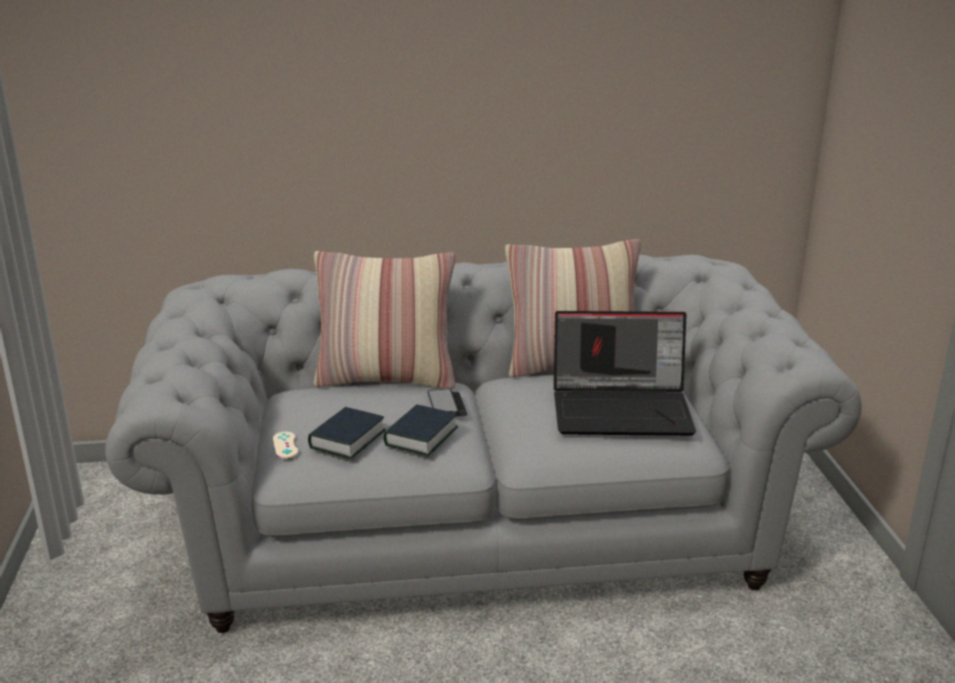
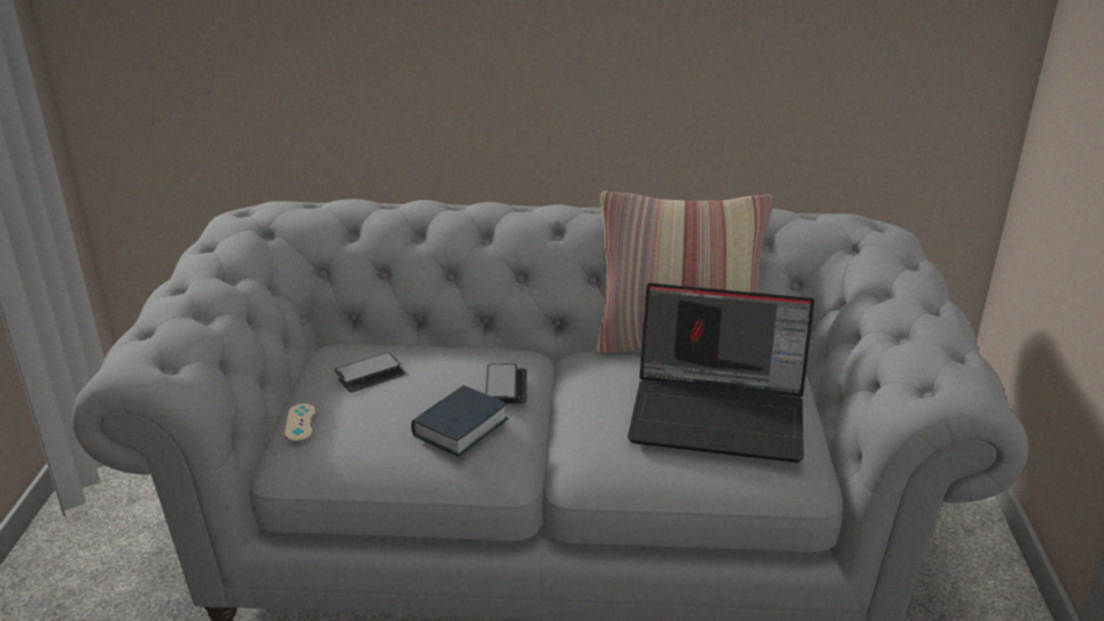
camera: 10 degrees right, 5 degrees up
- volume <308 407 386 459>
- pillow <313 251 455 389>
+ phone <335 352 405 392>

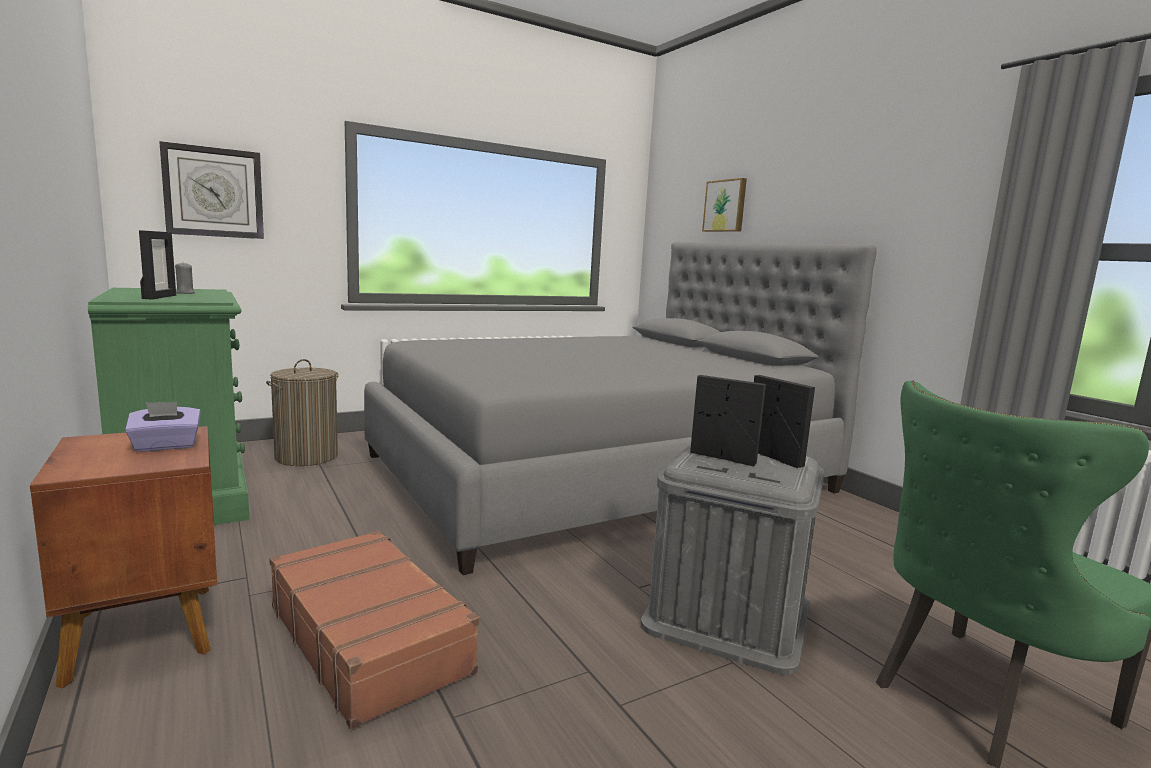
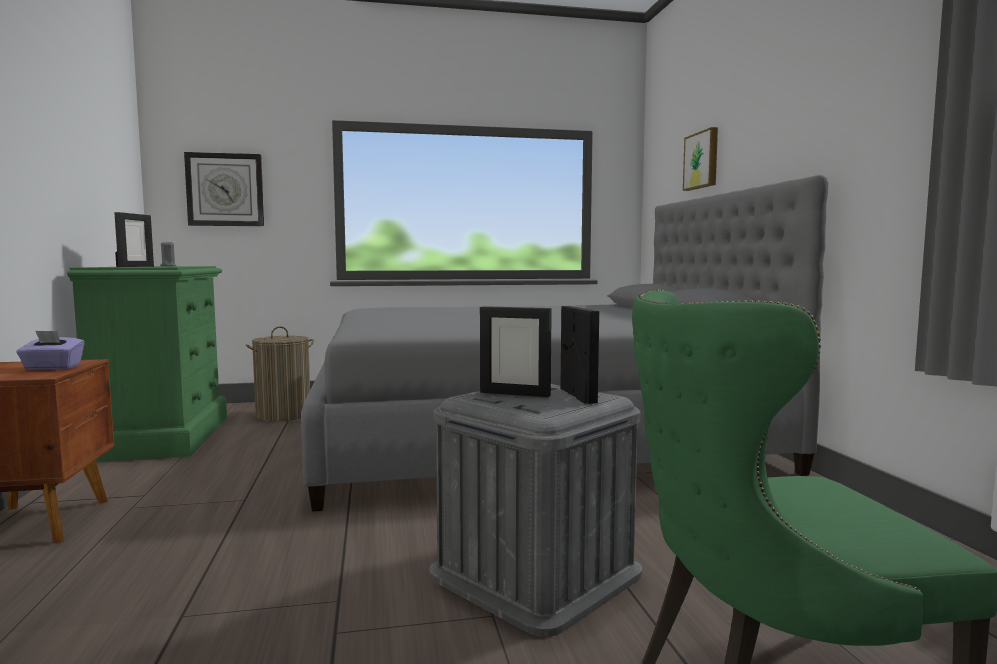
camera: 20 degrees right, 5 degrees down
- brown-coloured piece of luggage <269 530 479 729>
~ picture frame <690 375 766 466> = <480 306 552 397> 150 degrees clockwise

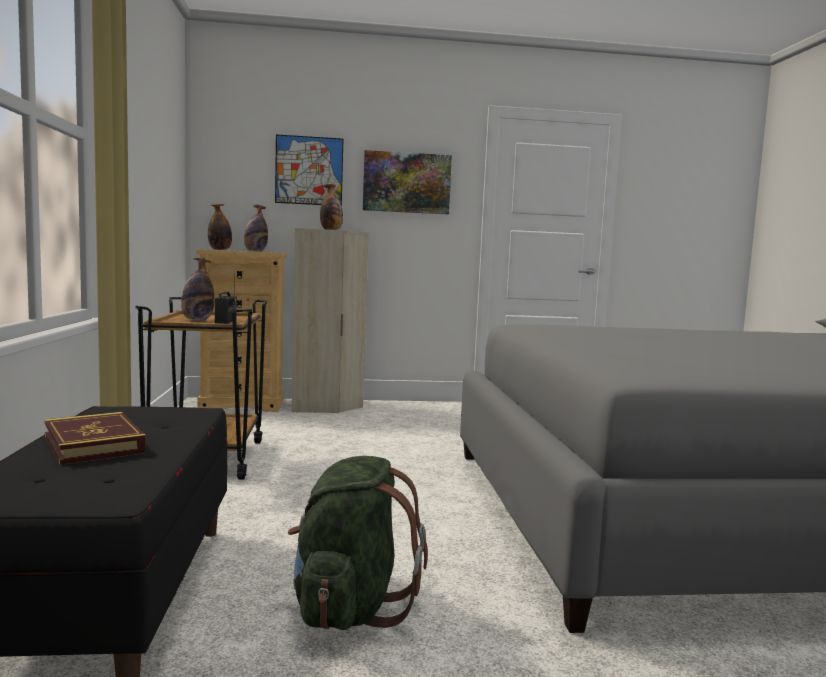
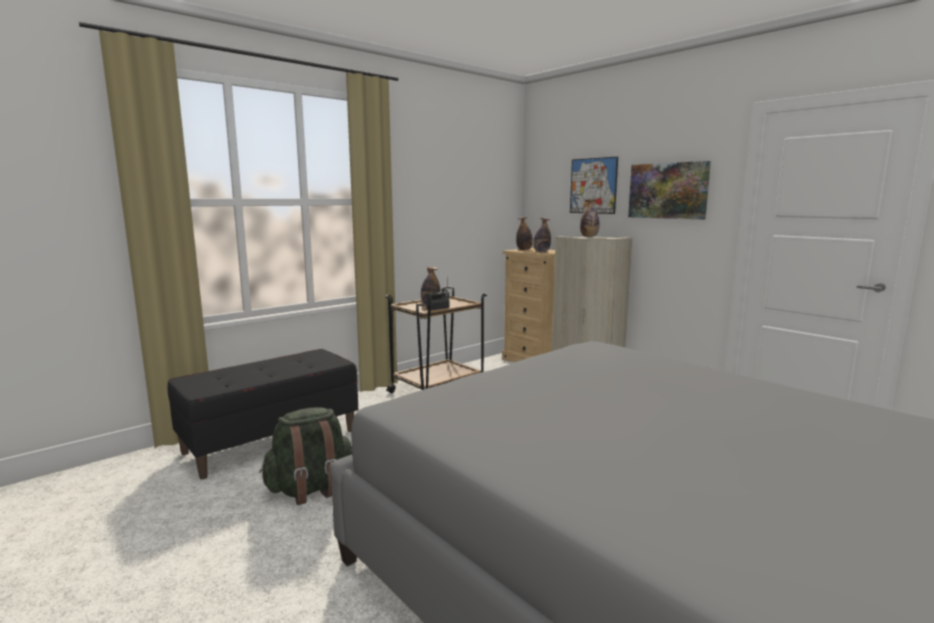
camera: 55 degrees right, 5 degrees up
- volume <44 412 146 465>

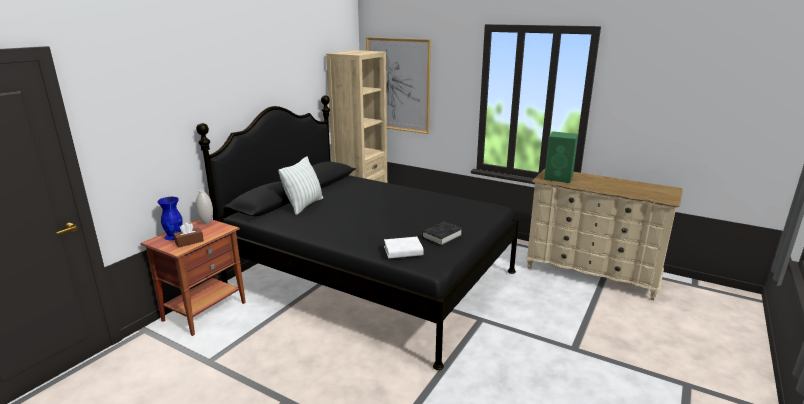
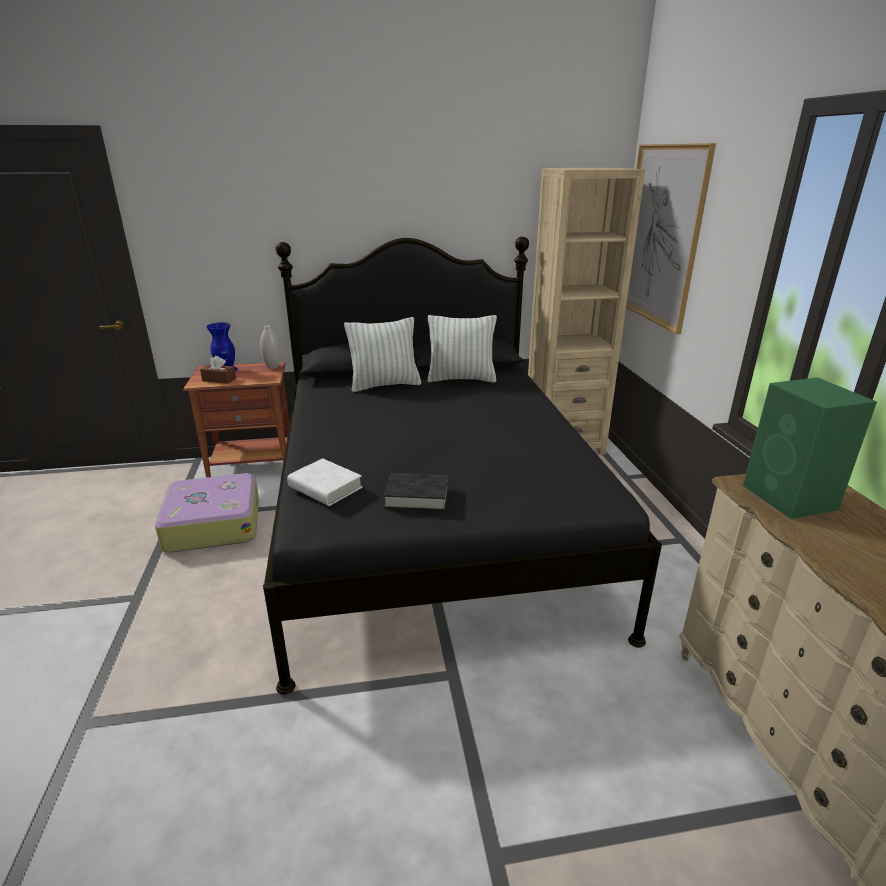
camera: 50 degrees right, 5 degrees up
+ piece of luggage <155 473 259 552>
+ pillow <427 315 497 383>

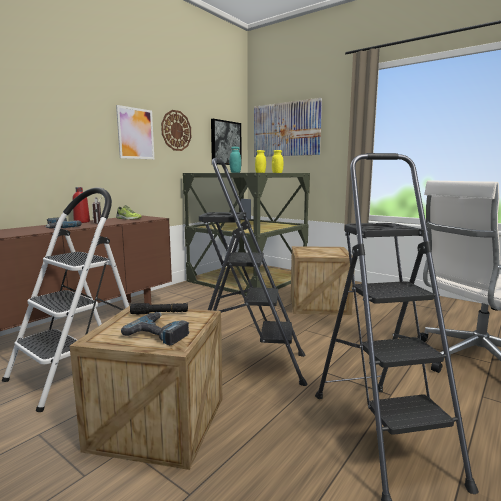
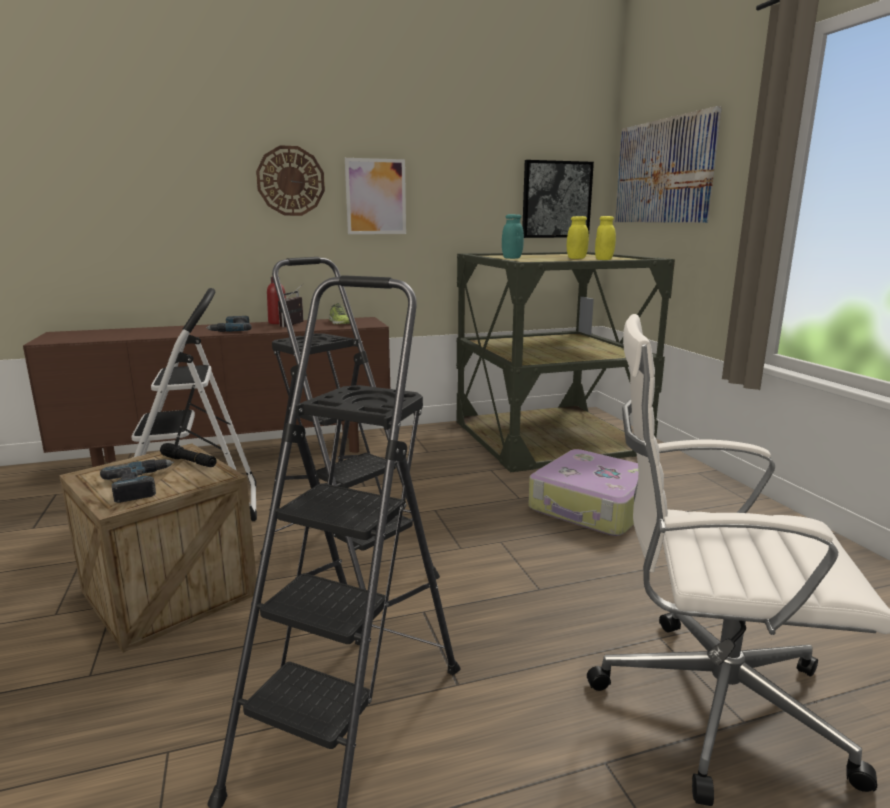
camera: 35 degrees right, 5 degrees up
~ clock on the wall <161 110 191 151> to <256 145 325 216>
~ crate <291 246 355 315> to piece of luggage <528 449 638 536>

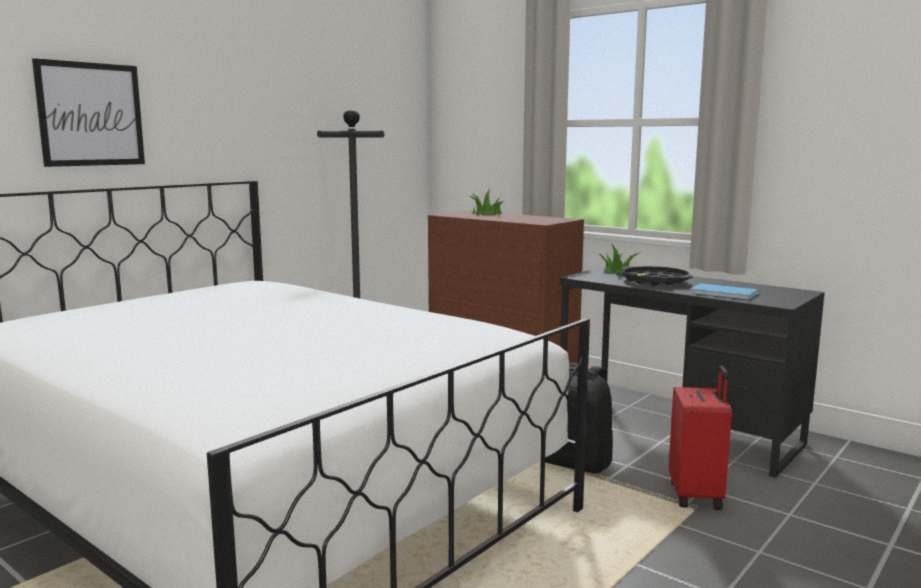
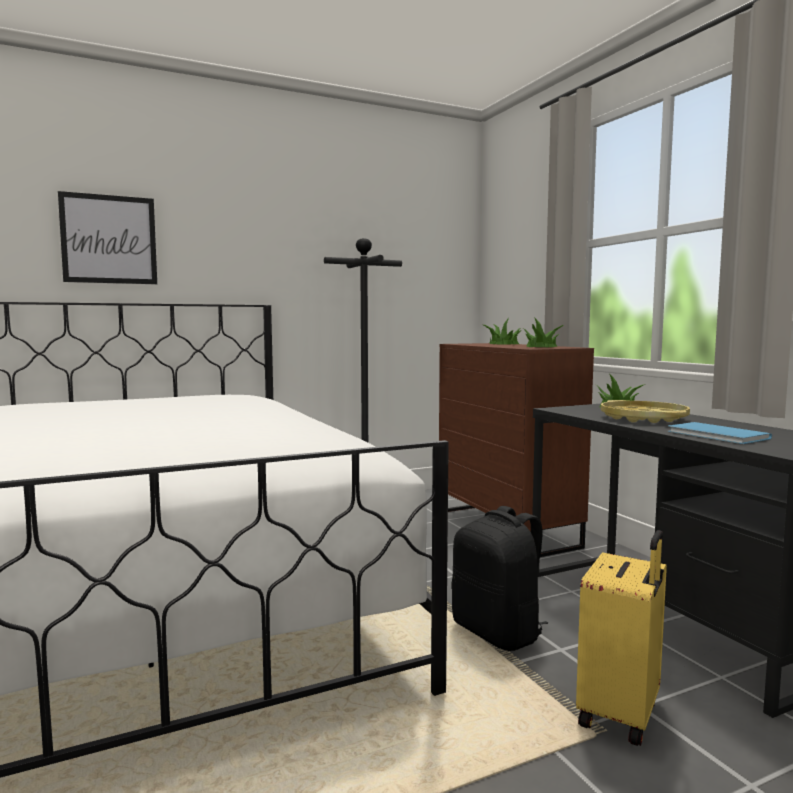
camera: 25 degrees right, 5 degrees down
~ black carrying tray <621 266 693 286> to yellowish carrying tray <601 400 690 423>
~ red piece of luggage <669 366 732 510> to yellowish piece of luggage <576 530 667 746>
+ houseplant <524 317 563 347>

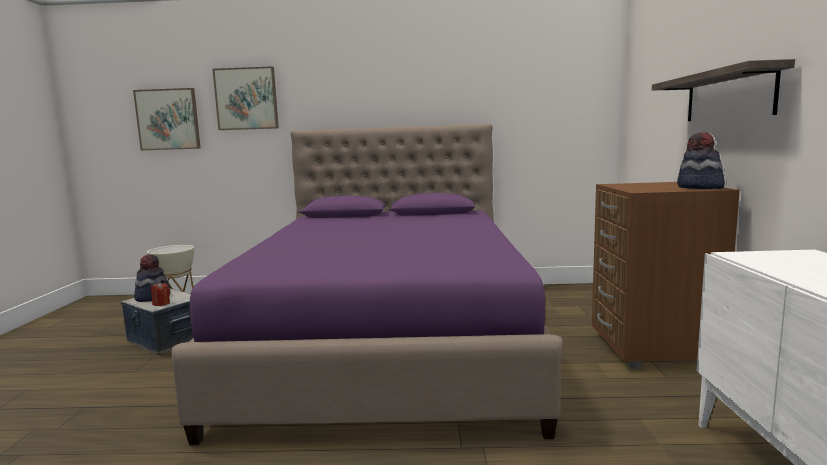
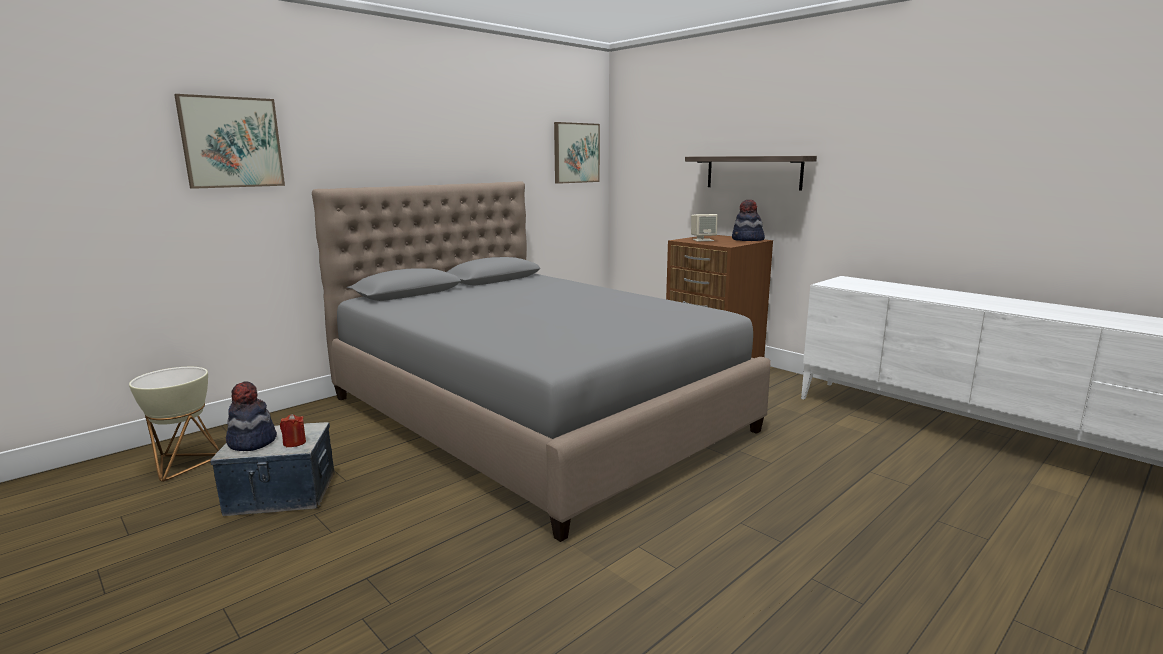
camera: 45 degrees left, 5 degrees up
~ wall art <133 88 201 151> to <554 122 600 184>
~ purple-coloured bed <171 124 563 445> to gray bed <312 181 771 542>
+ beige-coloured speaker <691 214 717 241>

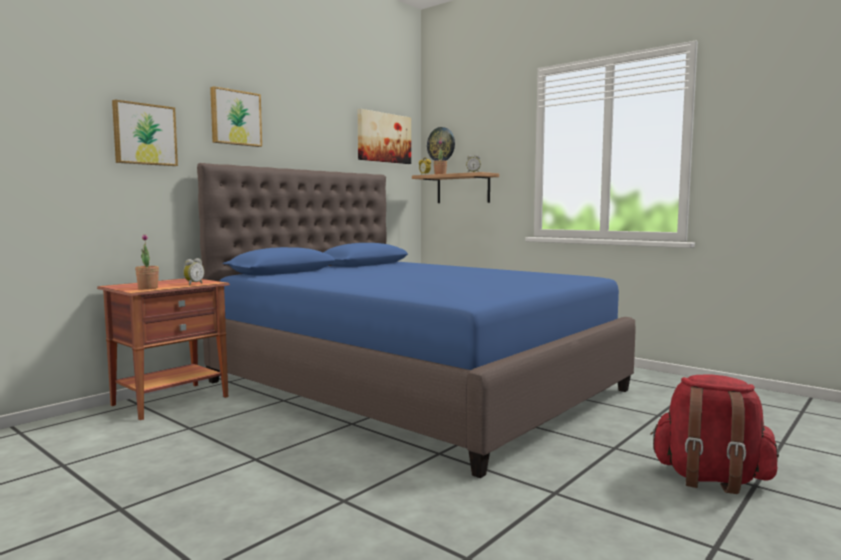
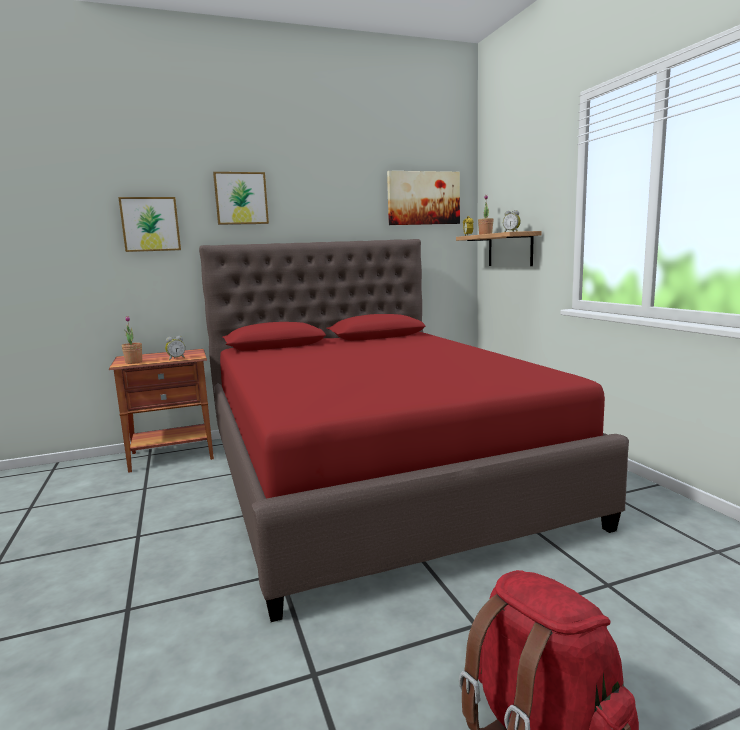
camera: 30 degrees right, 5 degrees up
~ blue bed <197 163 635 478> to red bed <199 239 629 622>
- clock on the wall <427 127 455 161>

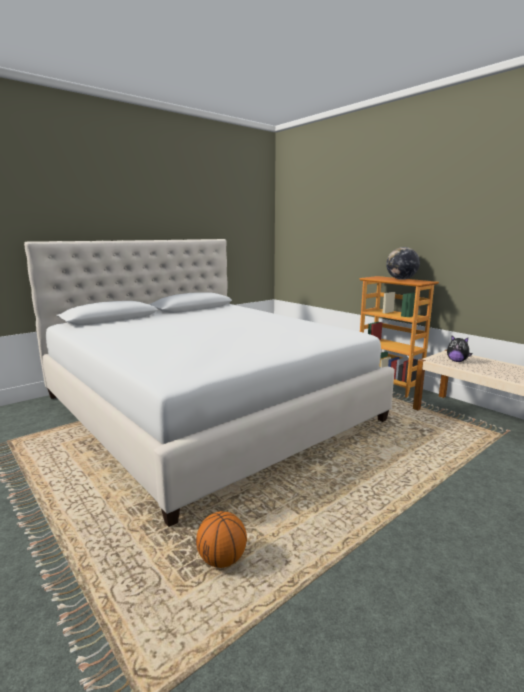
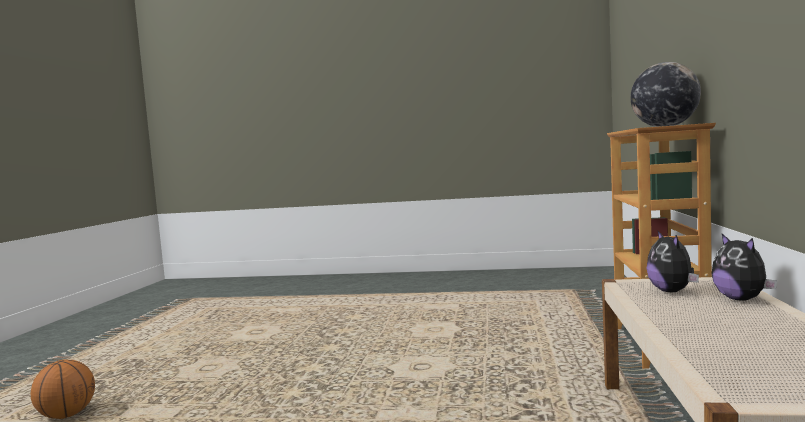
camera: 50 degrees right, 10 degrees down
- white bed <24 239 395 527>
+ soft toy <712 234 777 301>

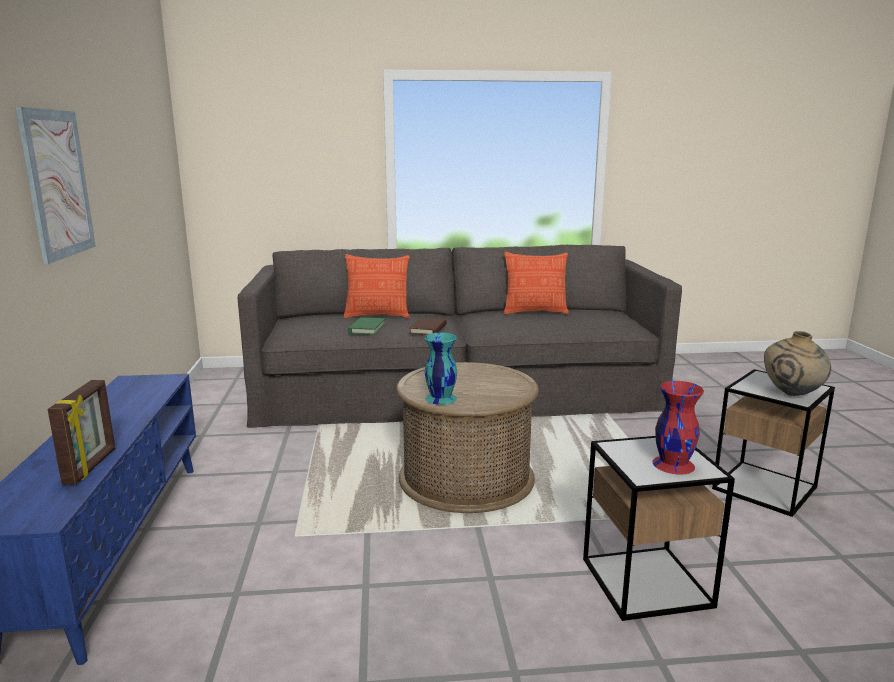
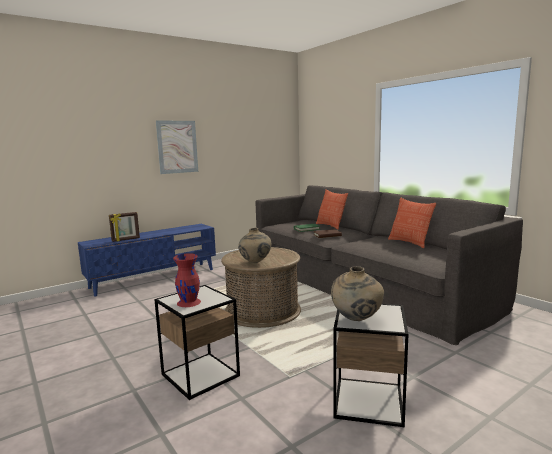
camera: 60 degrees right, 5 degrees down
- blue-green decorative vase <425 333 457 405>
+ beige-coloured decorative vase <238 228 272 263>

